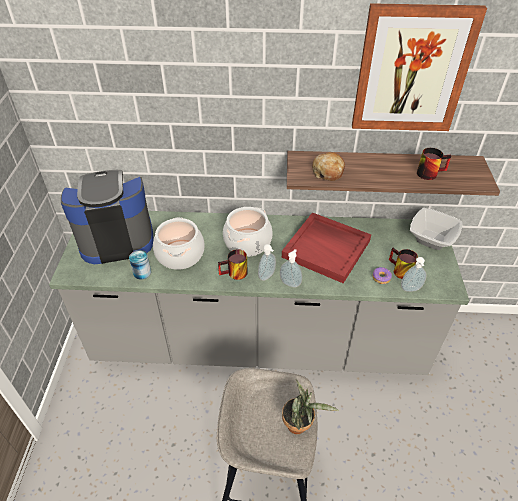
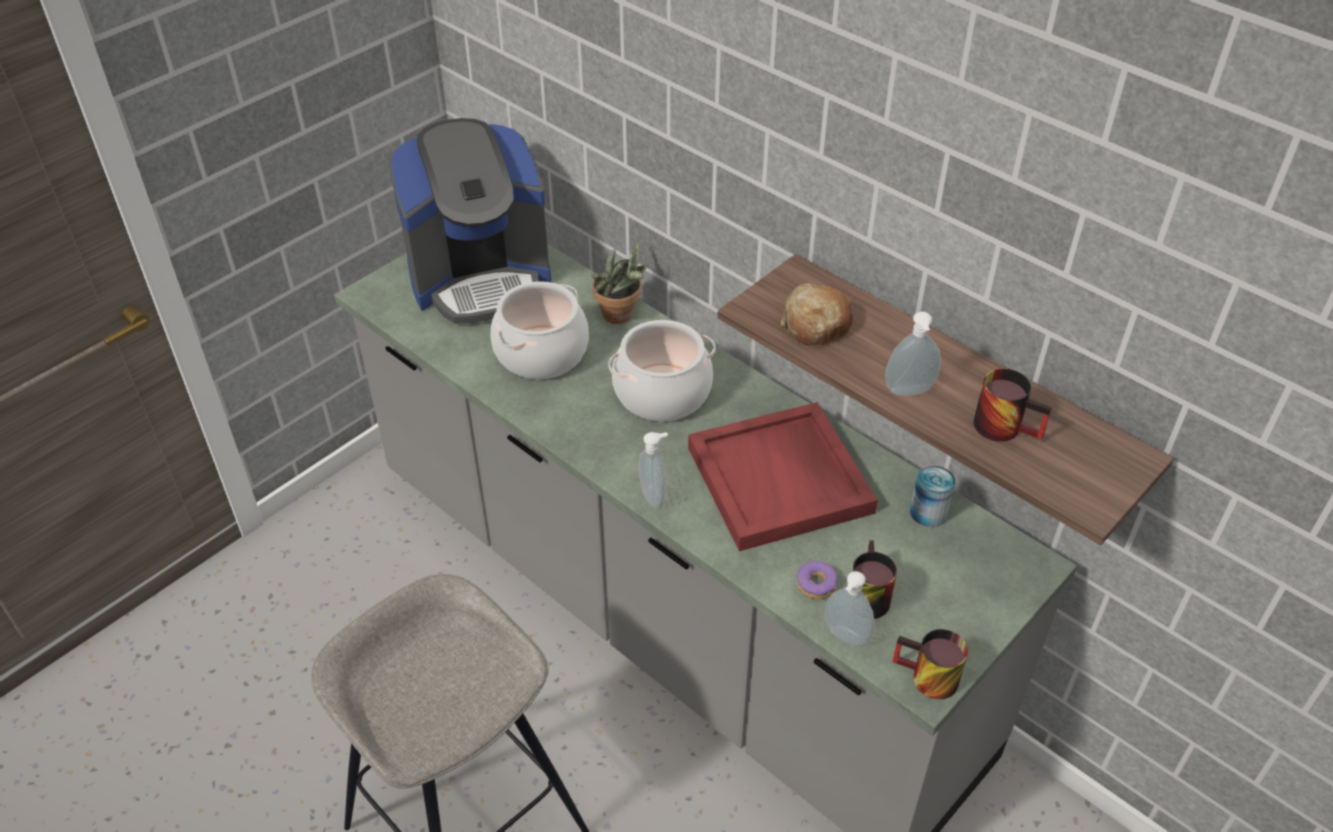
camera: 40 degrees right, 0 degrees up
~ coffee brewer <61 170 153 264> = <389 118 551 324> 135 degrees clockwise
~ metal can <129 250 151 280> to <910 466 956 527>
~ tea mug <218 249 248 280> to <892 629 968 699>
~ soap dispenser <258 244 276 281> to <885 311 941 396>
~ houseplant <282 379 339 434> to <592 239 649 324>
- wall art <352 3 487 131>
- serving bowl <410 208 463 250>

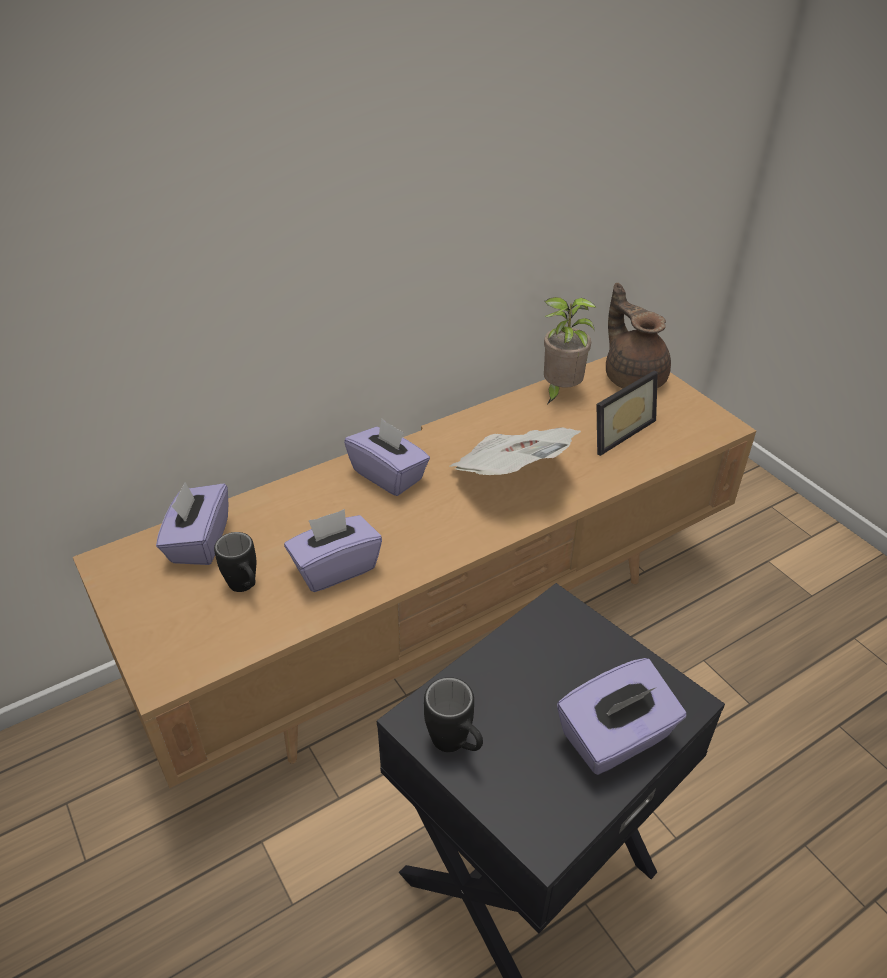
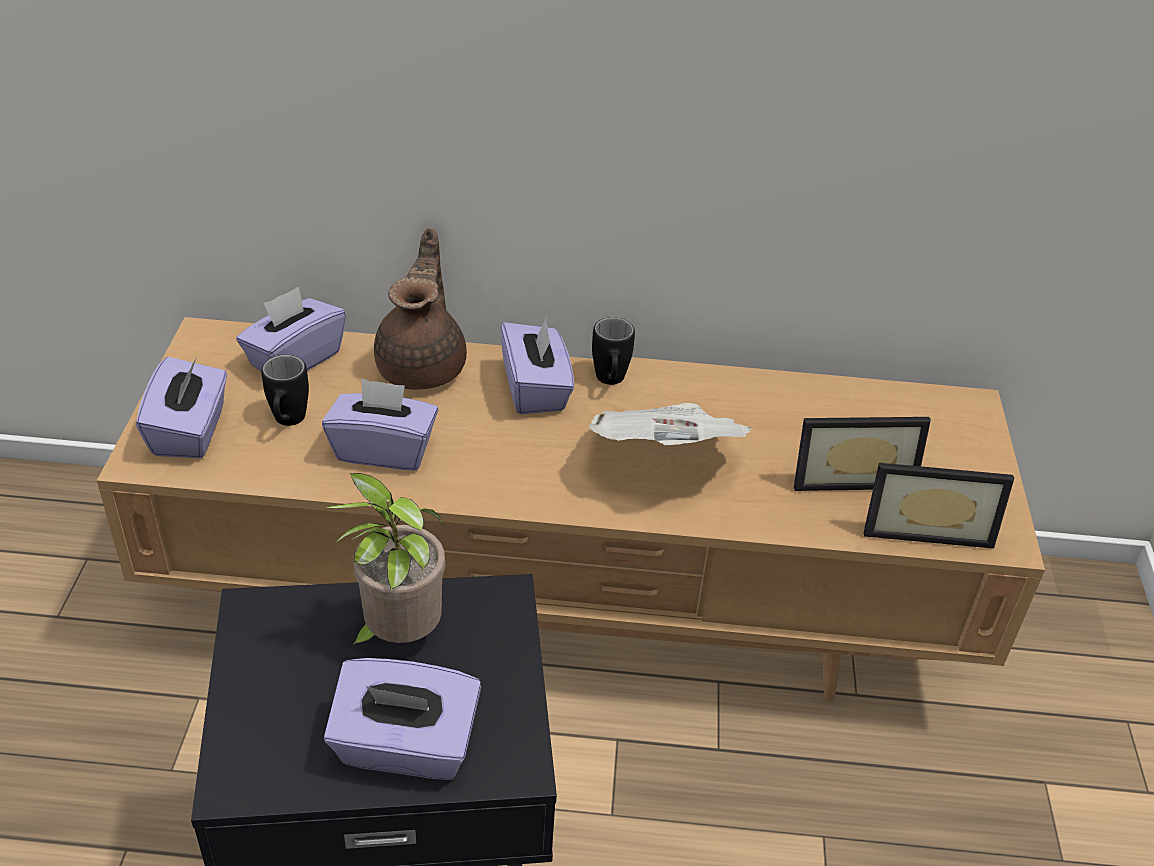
camera: 35 degrees right, 0 degrees up
~ black tea mug <424 677 483 752> to <592 317 635 385>
~ houseplant <544 297 596 405> to <324 473 445 647>
~ brown-coloured teapot <606 283 671 388> to <374 228 467 390>
+ purple-coloured tissue holder <136 357 227 458>
+ picture frame <864 463 1014 549>

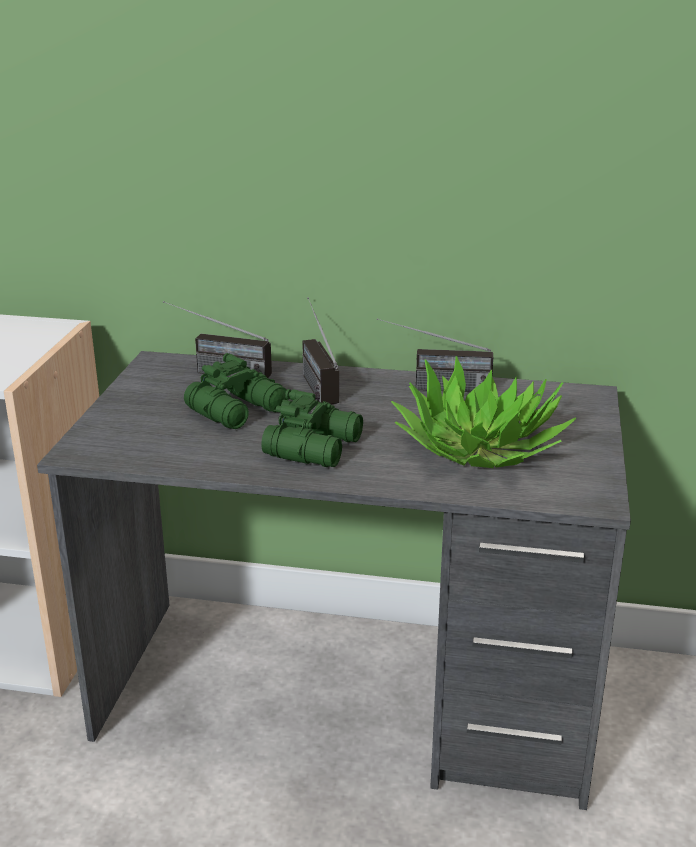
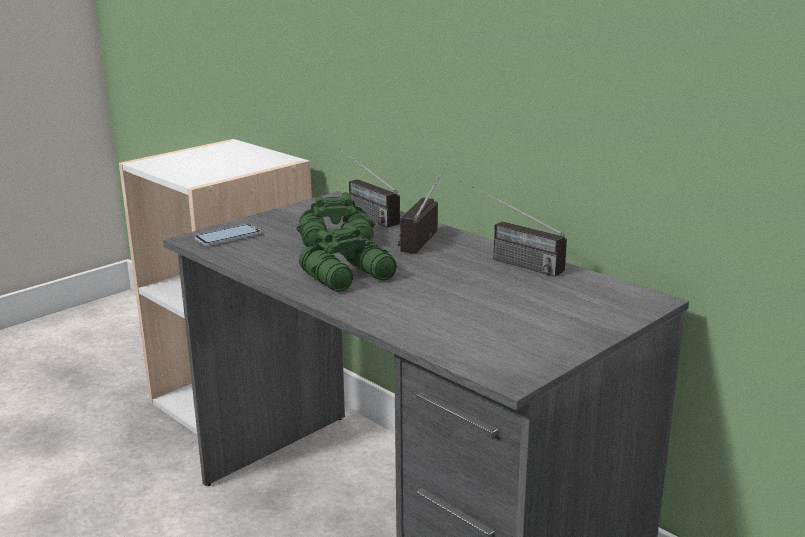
camera: 35 degrees right, 5 degrees down
- houseplant <391 356 576 468>
+ phone <195 224 261 246>

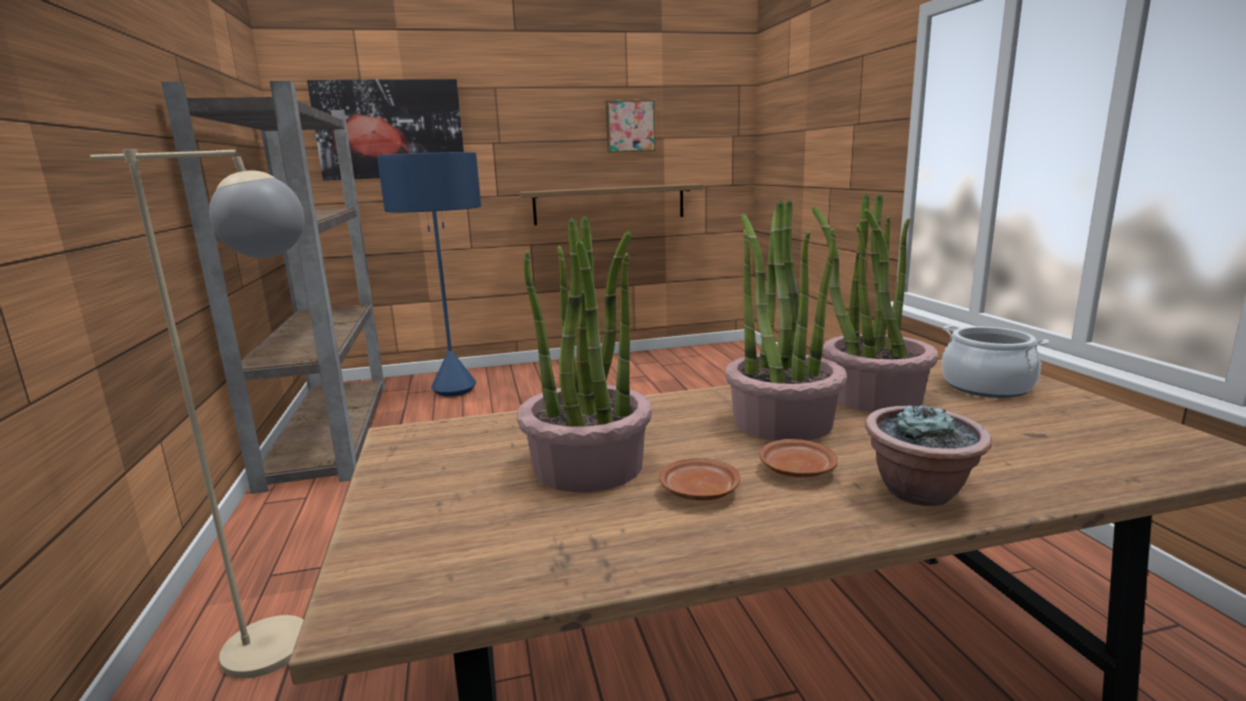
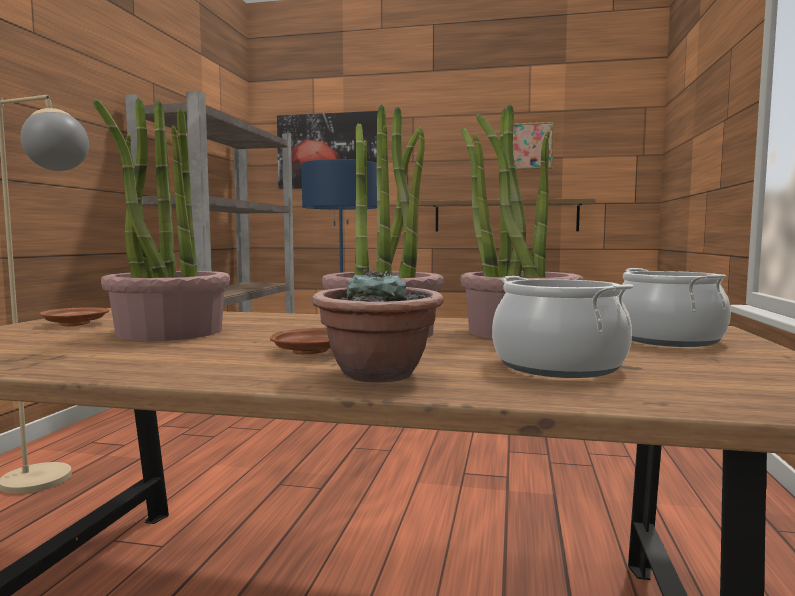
camera: 25 degrees right, 10 degrees down
~ brown-coloured dinner plate <659 458 740 501> to <39 307 109 326>
+ saucepot <492 276 633 378>

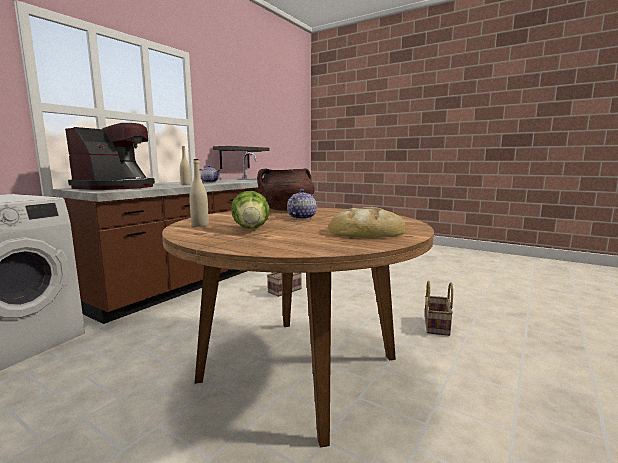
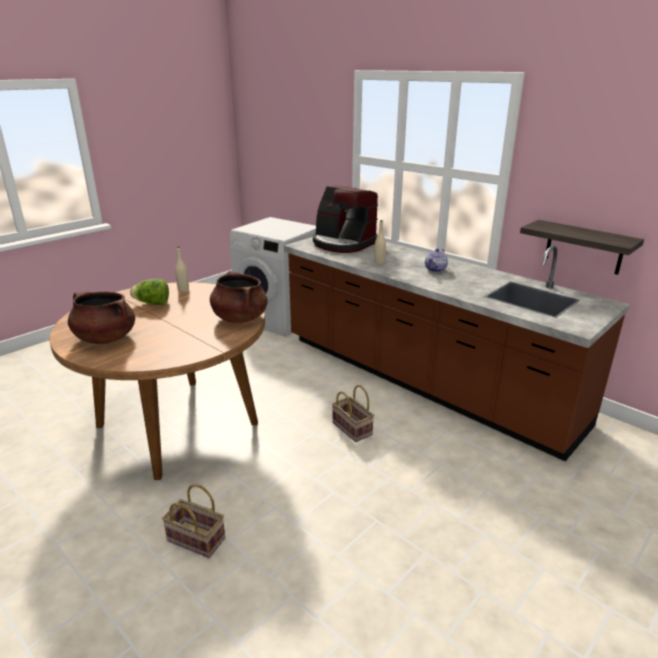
camera: 100 degrees right, 15 degrees up
- teapot <287 189 317 219>
~ bakery bread <328 207 406 238> to brown-coloured saucepot <68 291 135 344>

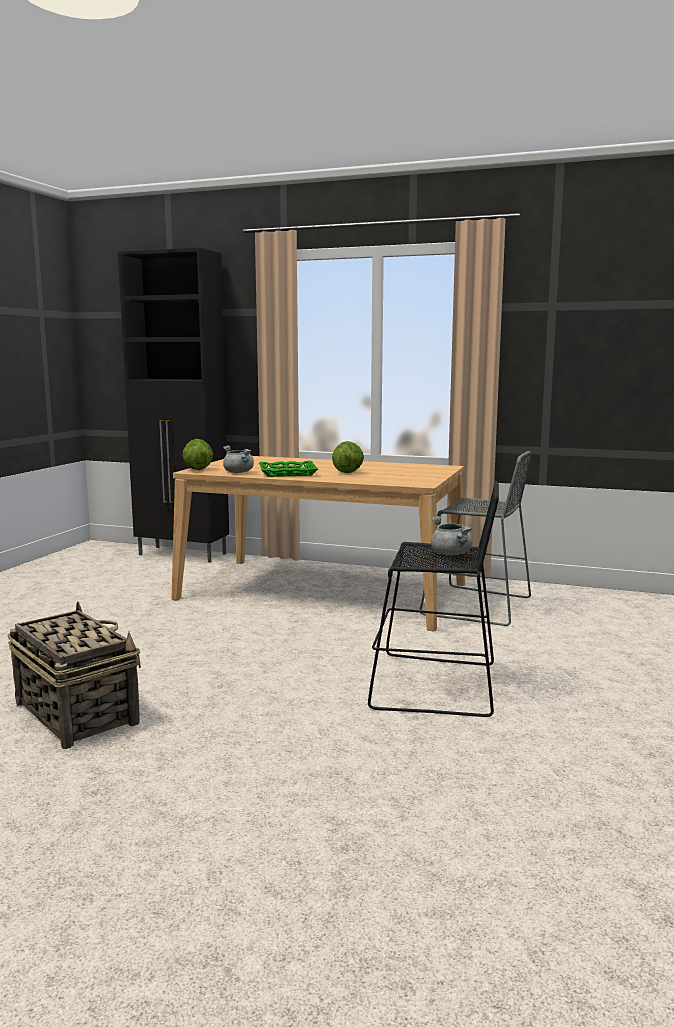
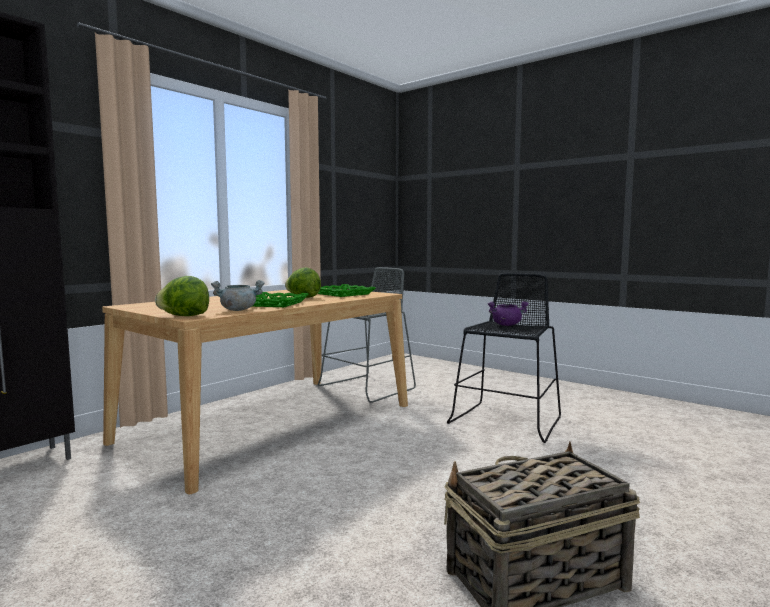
camera: 70 degrees left, 5 degrees down
~ gray saucepot <431 516 472 555> to purple-coloured saucepot <488 301 529 326>
+ green carrying tray <318 284 376 297>

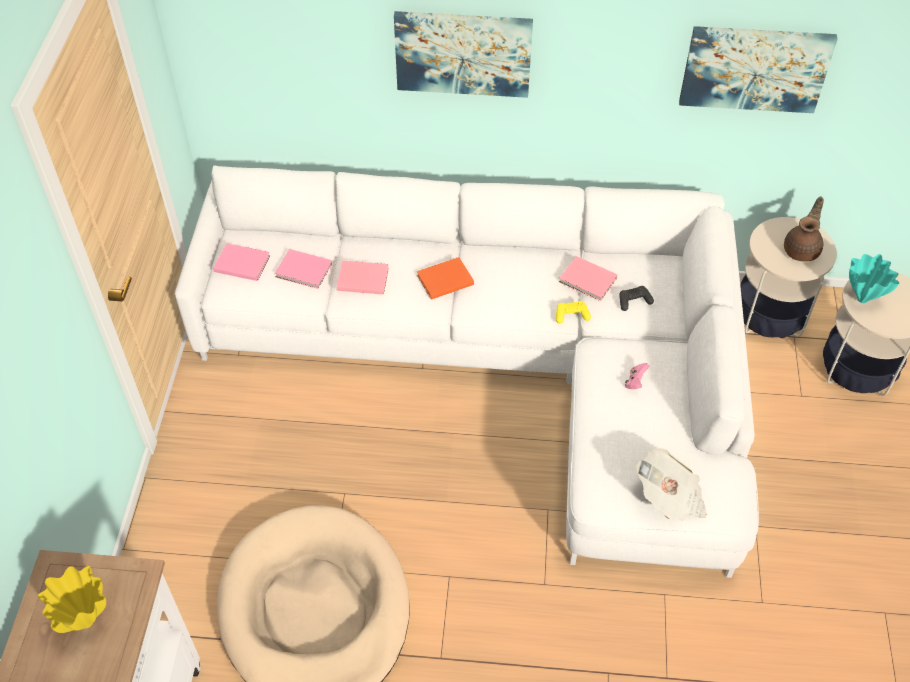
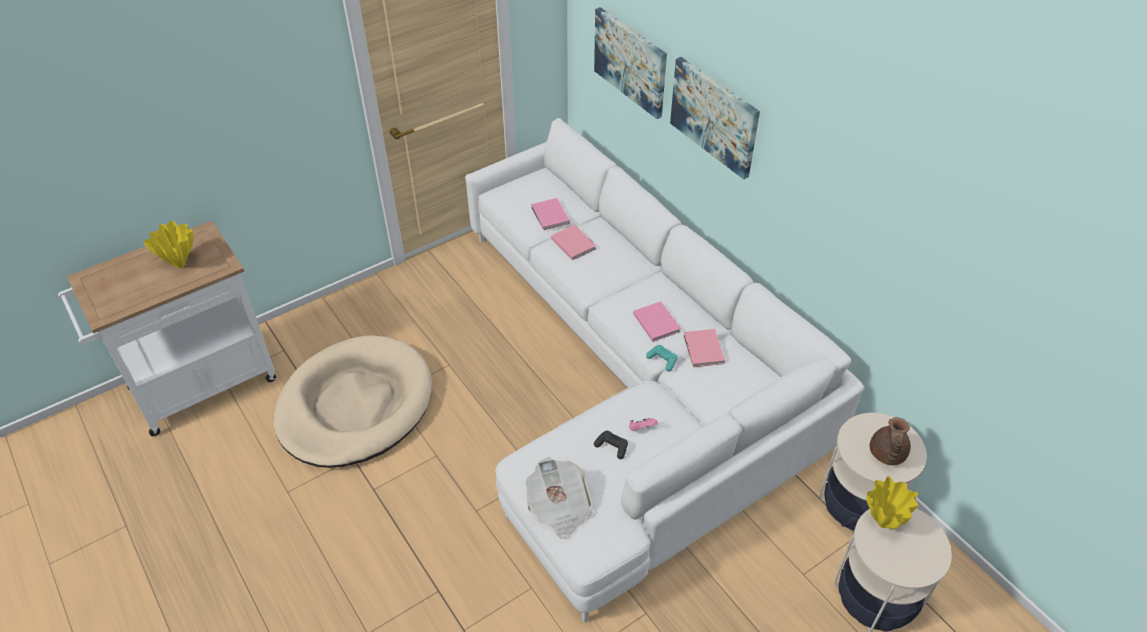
camera: 50 degrees right, 5 degrees down
~ pink-coloured volume <213 243 270 281> to <633 301 681 342>
- orangey volume <417 257 474 300>
~ yellowish gamepad <556 301 591 324> to blue-green gamepad <646 345 677 372>
~ black gamepad <619 286 654 311> to <594 431 628 459>
~ wall art <679 26 838 113> to <594 7 667 119>
~ brown-coloured teapot <784 196 824 262> = <869 417 911 465> 120 degrees clockwise
~ blue-green decorative vase <849 254 899 303> to yellowish decorative vase <867 476 918 529>

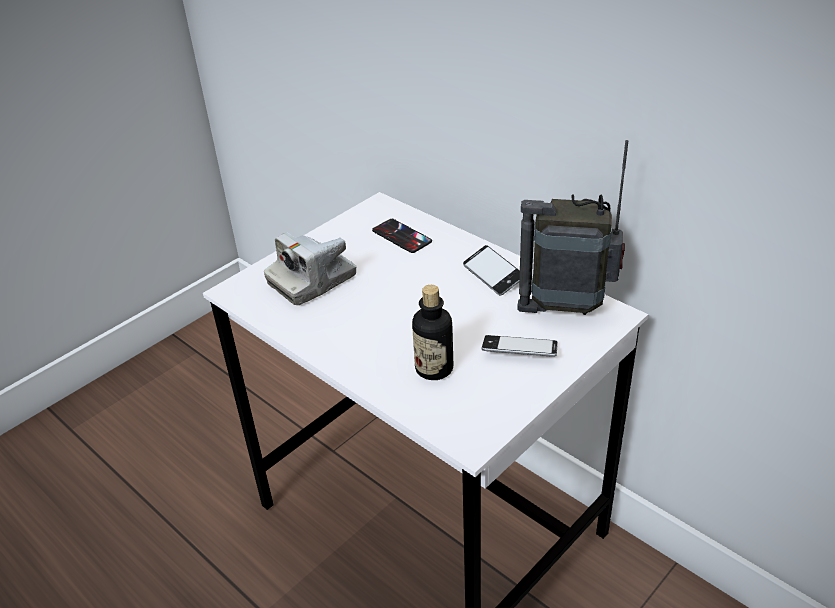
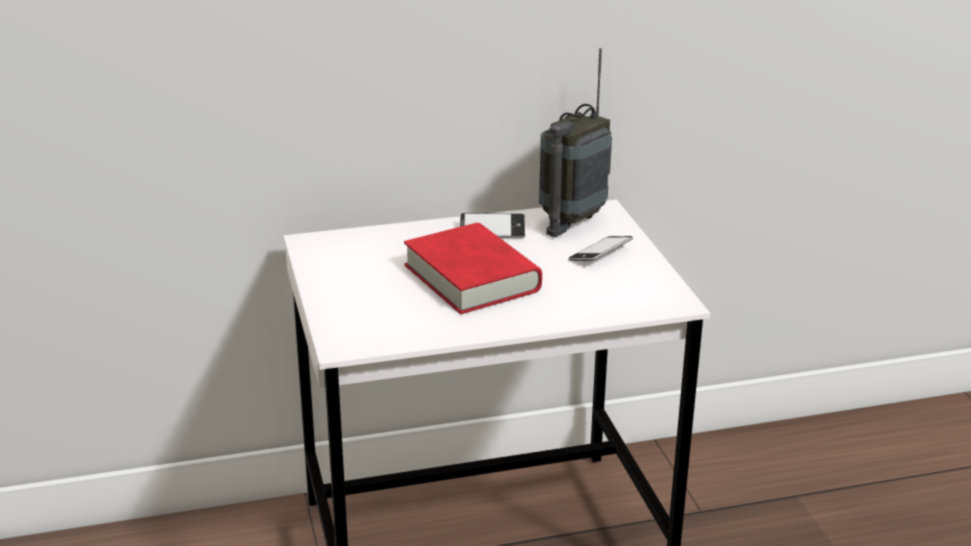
camera: 60 degrees left, 10 degrees down
- still camera <264 232 356 305>
- phone <372 219 432 253>
- bottle <412 285 453 380>
+ red volume <404 223 542 314>

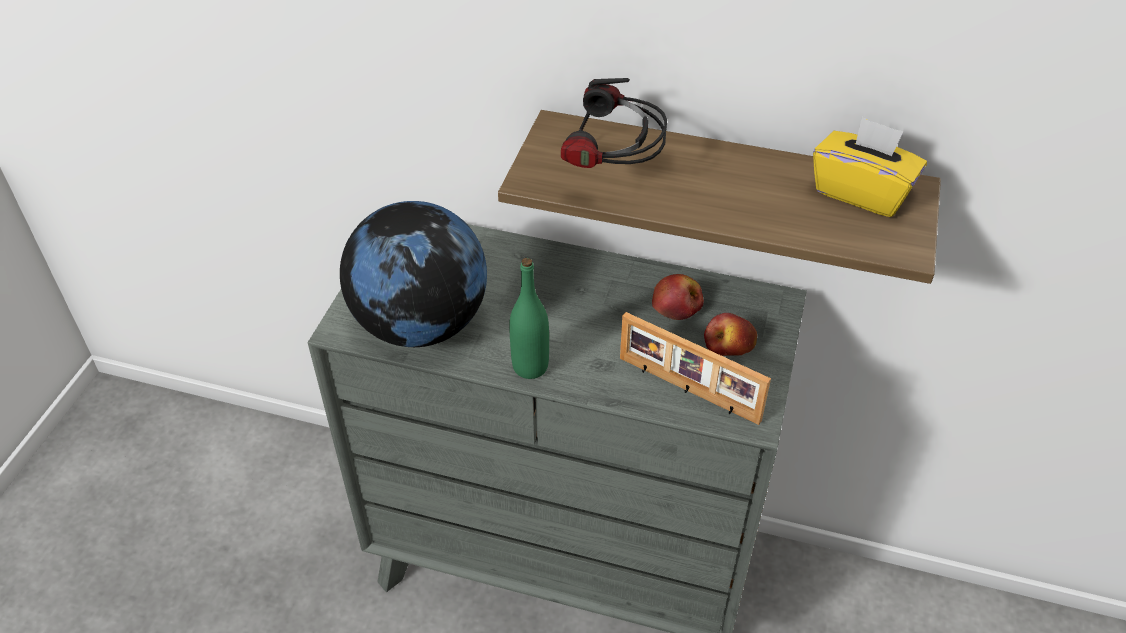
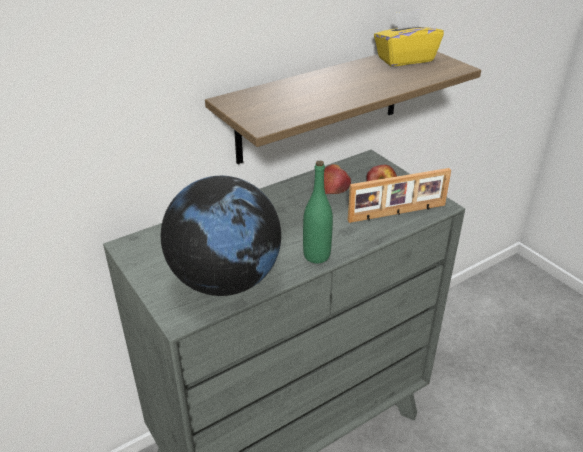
camera: 50 degrees left, 10 degrees down
- headphones <561 78 667 168>

